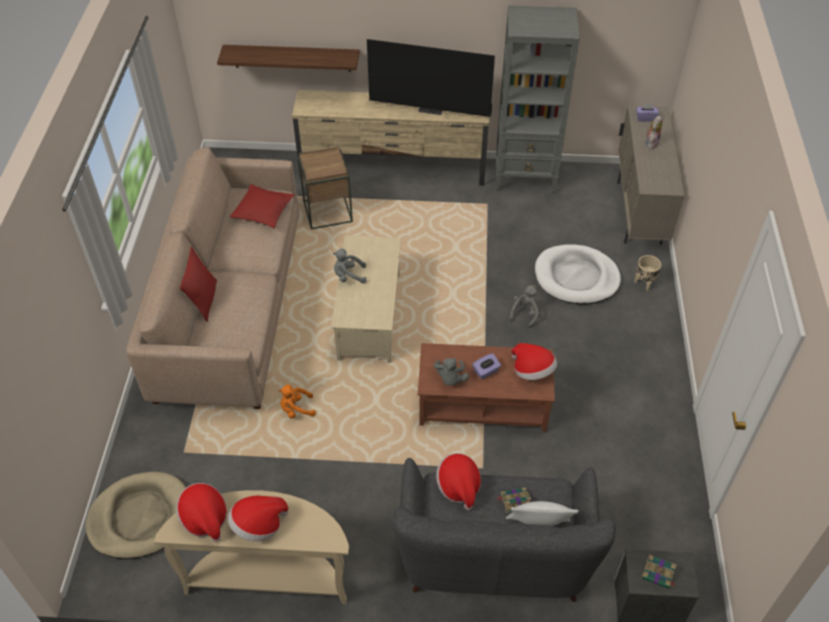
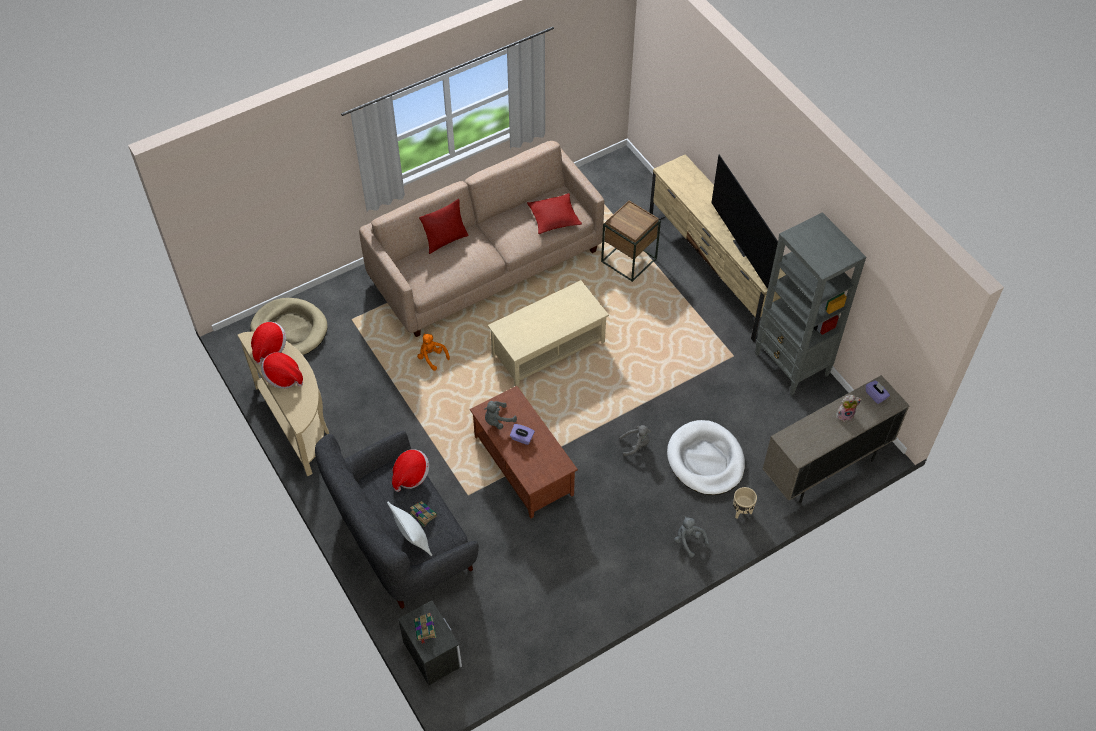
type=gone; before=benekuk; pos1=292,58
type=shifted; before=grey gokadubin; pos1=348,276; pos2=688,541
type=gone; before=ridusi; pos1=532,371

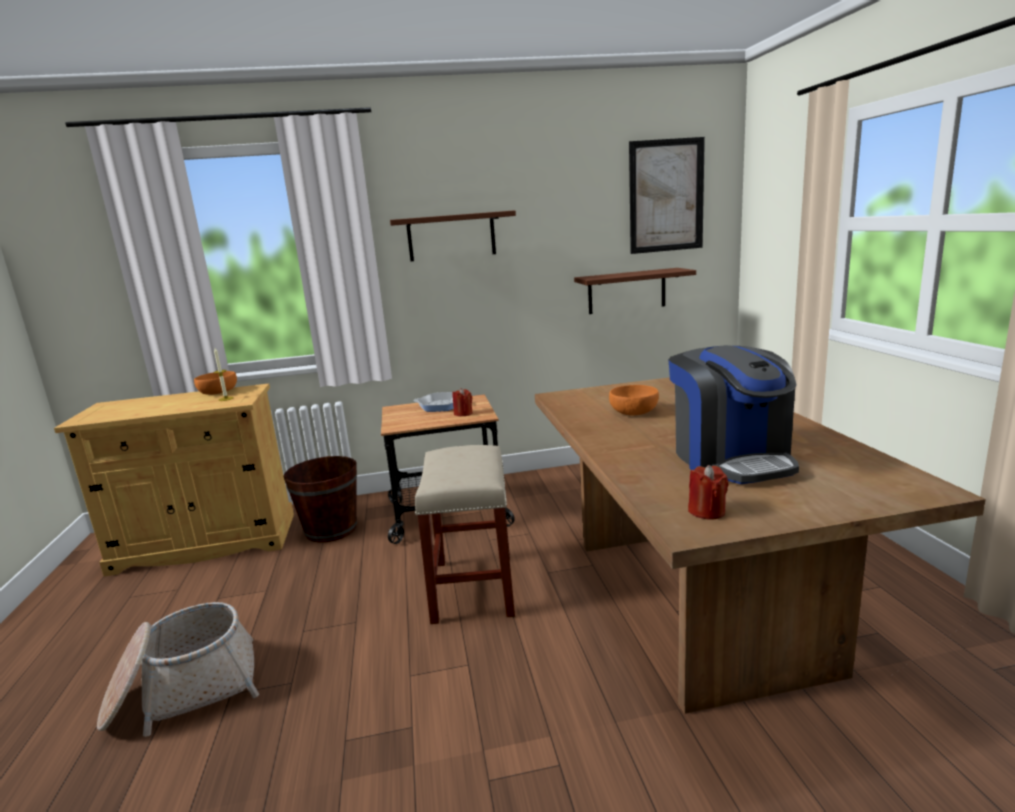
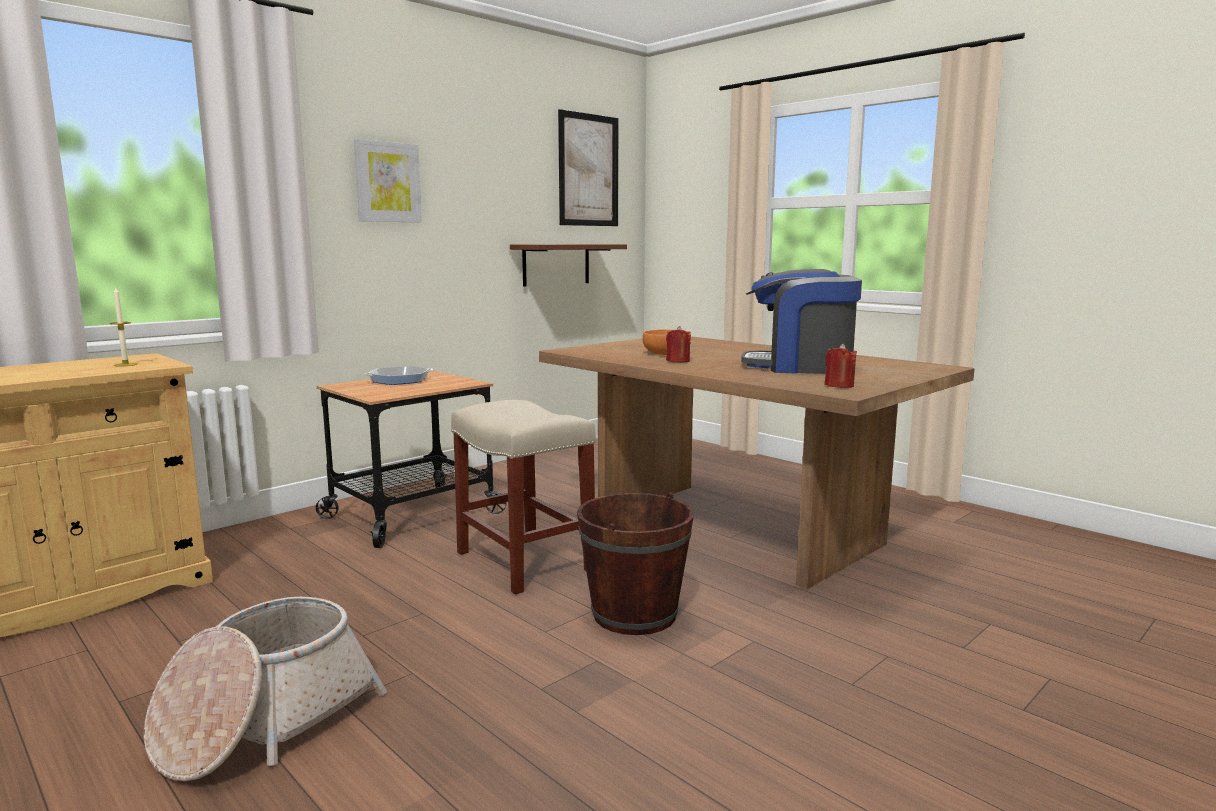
type=gone; before=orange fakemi; pos1=219,392
type=shifted; before=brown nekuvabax; pos1=331,529; pos2=634,614
type=swapped; before=brown benekuk; after=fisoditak; pos1=451,237; pos2=387,182
type=shifted; before=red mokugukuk; pos1=463,413; pos2=677,361
type=rotated; before=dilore; pos1=731,459; pos2=799,367; turn=150

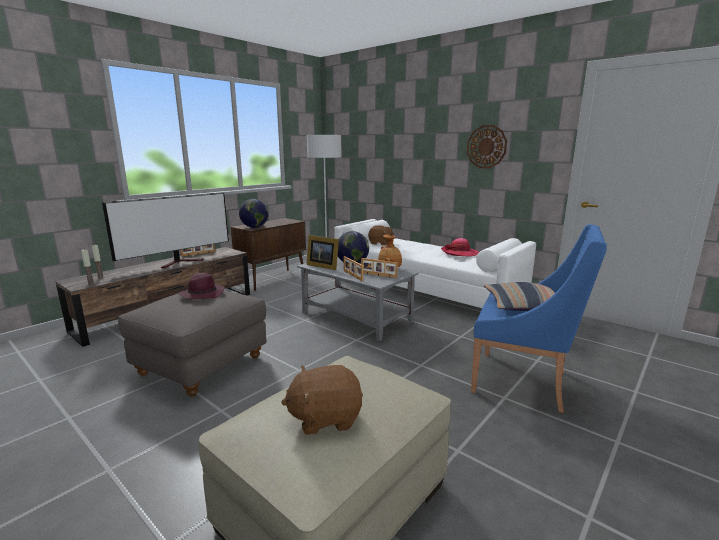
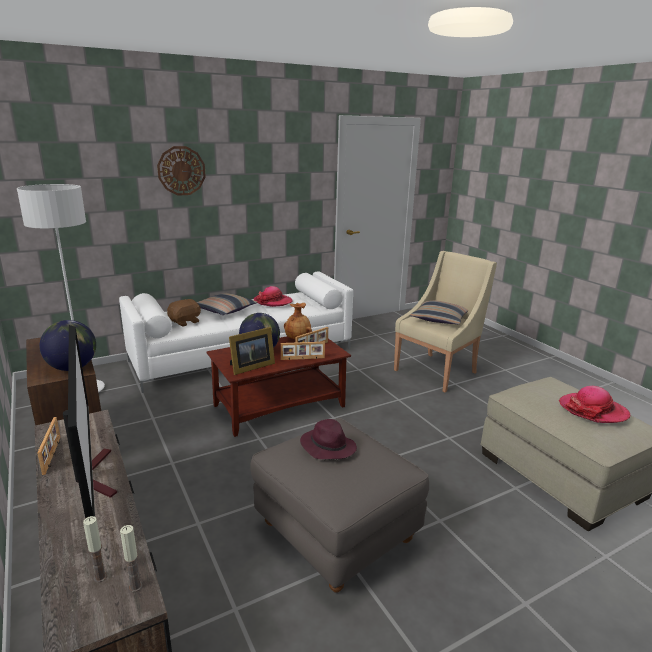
type=swapped; before=brown gokadubin; after=ridusi; pos1=325,418; pos2=593,410
type=repainted; before=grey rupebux; after=brown rupebux; pos1=357,317; pos2=280,405
type=shifted; before=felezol; pos1=486,147; pos2=181,171
type=repainted; before=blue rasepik; after=beige rasepik; pos1=523,381; pos2=437,371
type=new; after=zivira; pos2=225,310

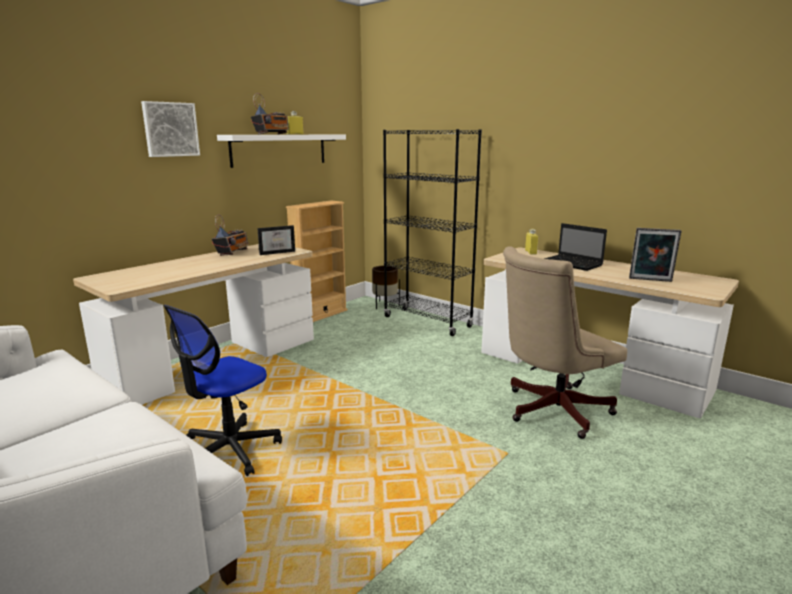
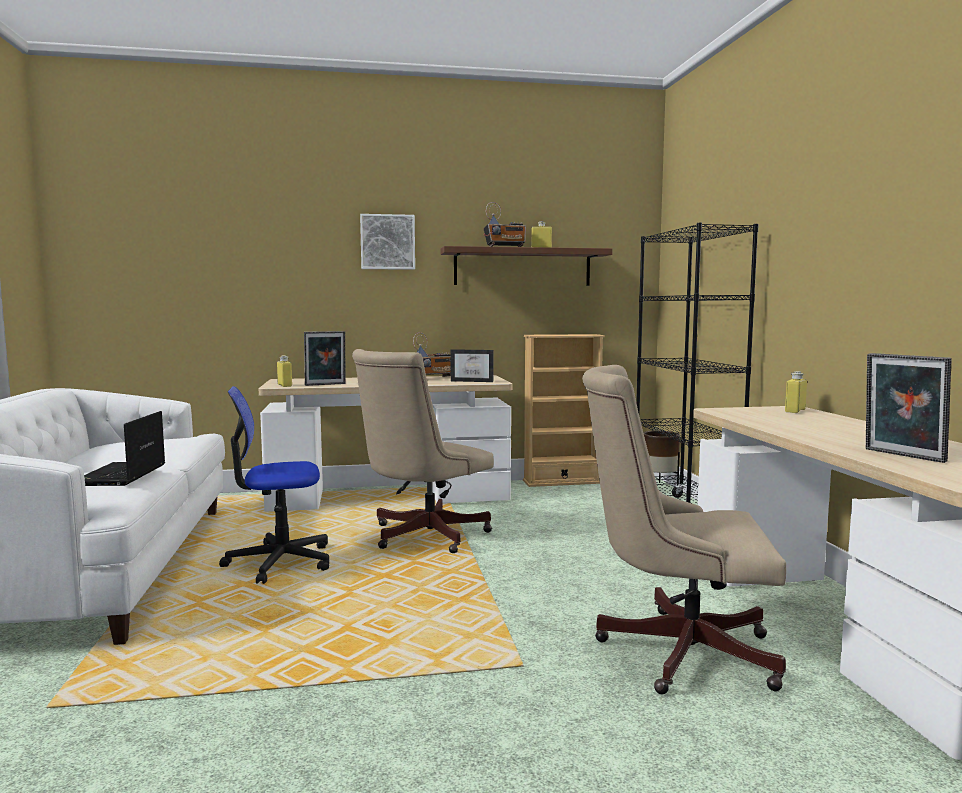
type=repainted; before=white benekuk; after=brown benekuk; pos1=279,150; pos2=522,267
type=shifted; before=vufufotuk; pos1=572,264; pos2=121,476
type=new; after=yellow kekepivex; pos2=284,385
type=new; after=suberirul; pos2=325,384
type=new; after=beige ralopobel; pos2=422,536

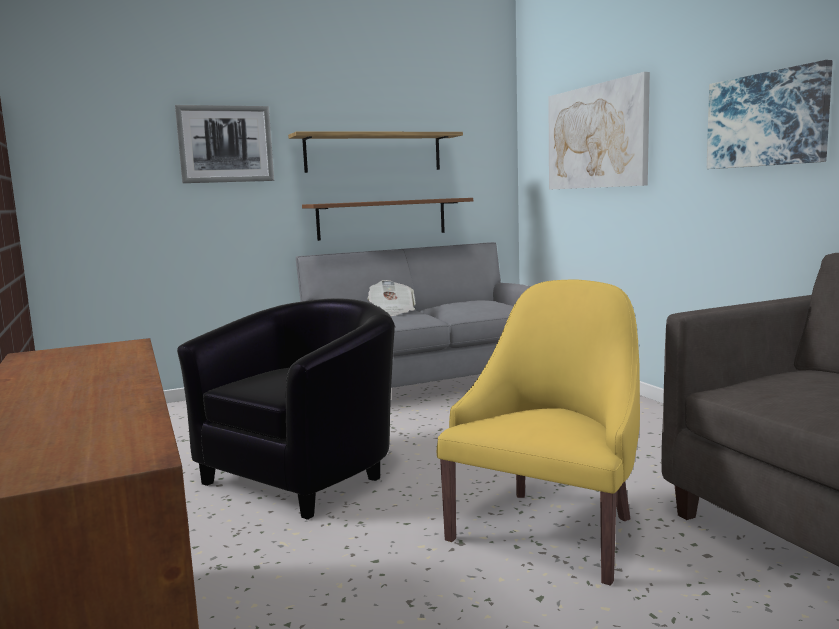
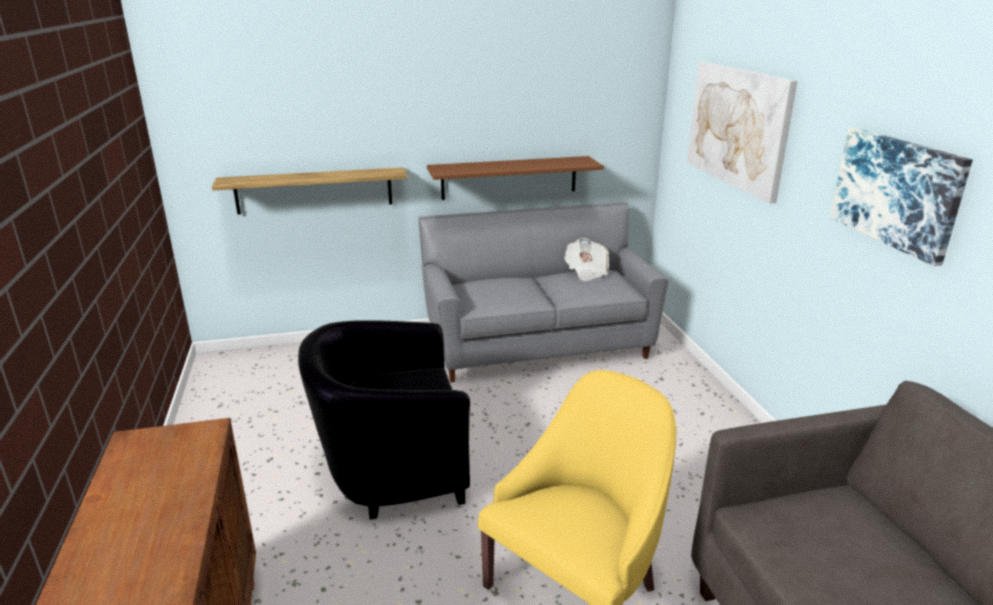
type=gone; before=fisoditak; pos1=225,144
type=rotated; before=black rasepik; pos1=305,474; pos2=391,471; turn=-150
type=shifted; before=benekuk; pos1=373,152; pos2=314,190
type=shifted; before=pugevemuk; pos1=392,311; pos2=586,271

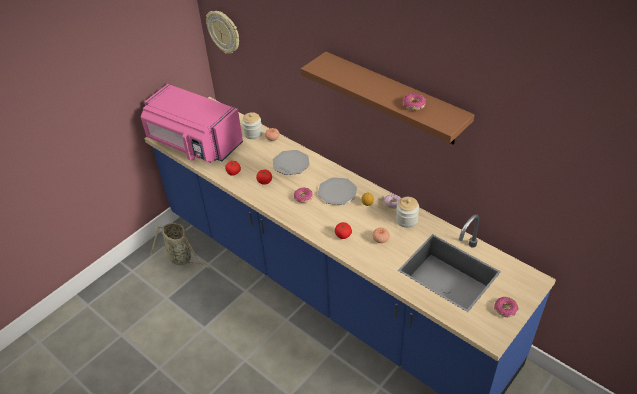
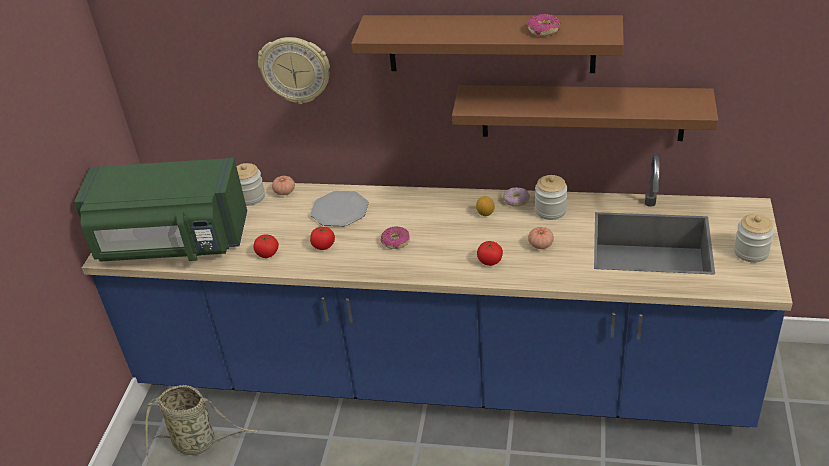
type=repainted; before=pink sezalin; after=green sezalin; pos1=194,144; pos2=171,243
type=shifted; before=felezol; pos1=224,32; pos2=295,69
type=gone; before=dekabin; pos1=337,192
type=swapped; before=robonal; after=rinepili; pos1=505,309; pos2=751,252
type=new; after=brown benekuk; pos2=582,112

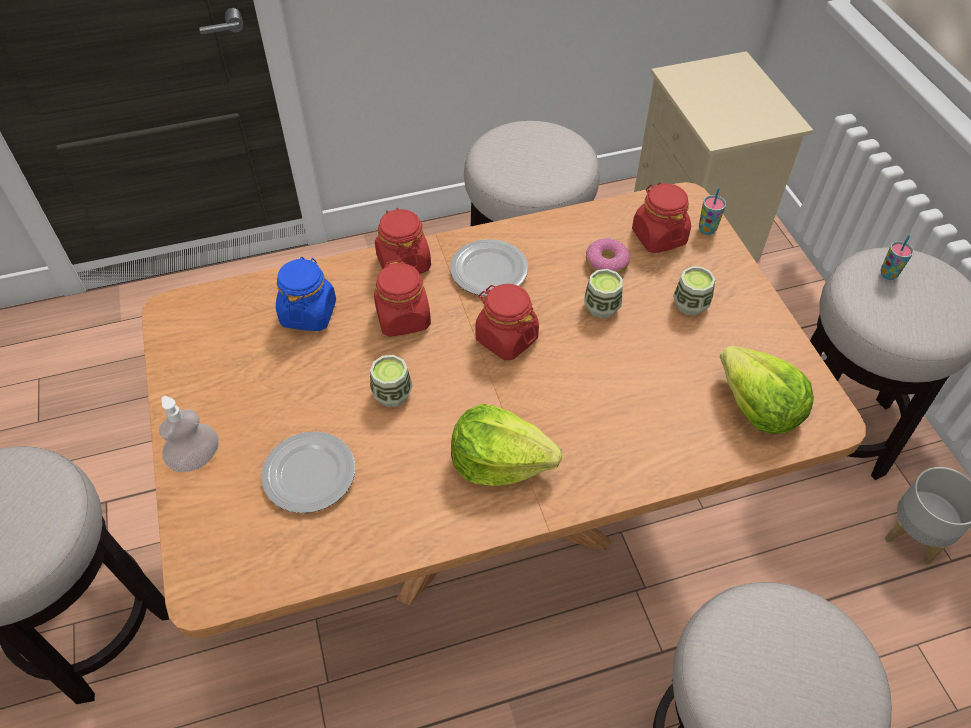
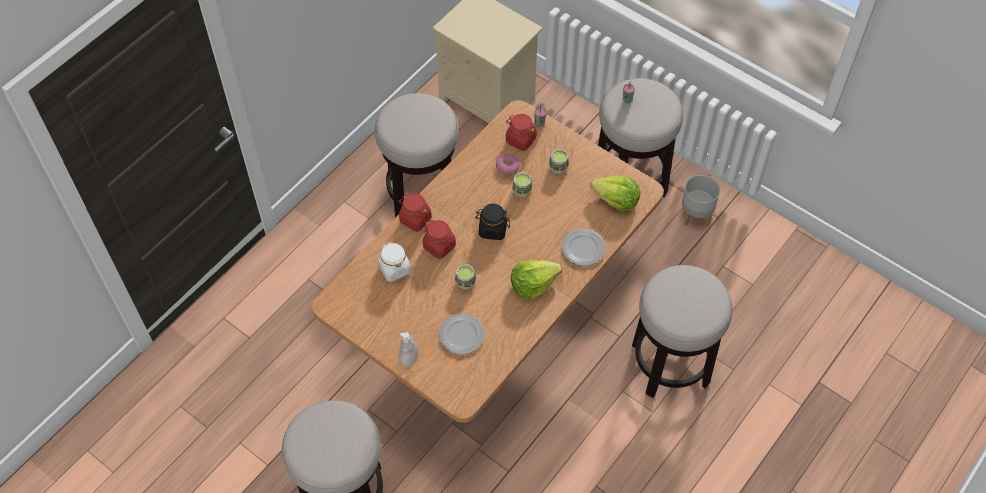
type=repainted; before=blue rinepili; after=white rinepili; pos1=308,313; pos2=394,269
type=shifted; before=dekabin; pos1=489,270; pos2=583,248
type=repainted; before=red rinepili; after=black rinepili; pos1=506,338; pos2=492,229

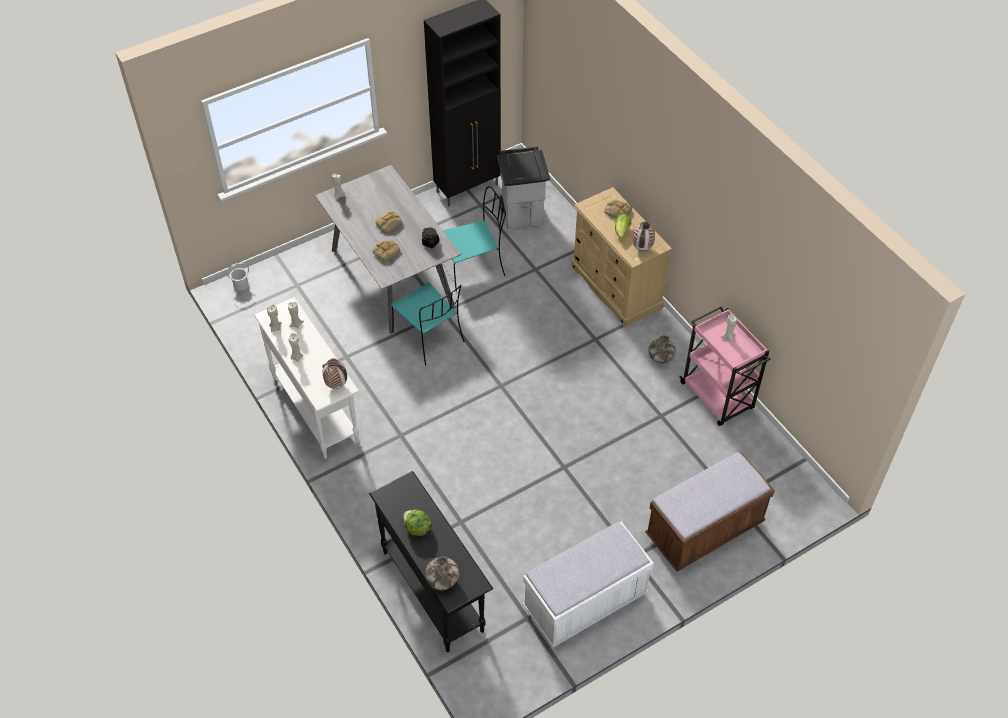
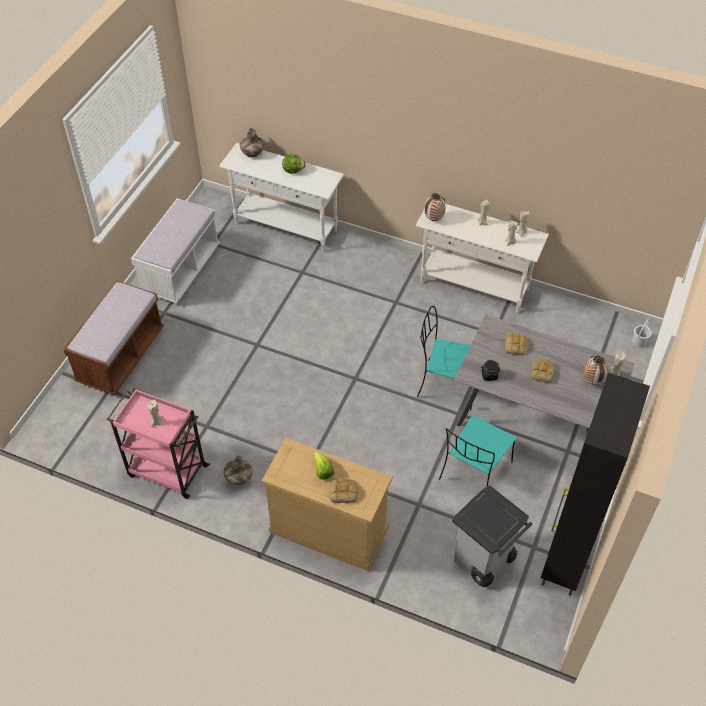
type=repainted; before=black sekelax; after=white sekelax; pos1=433,590; pos2=286,227
type=shifted; before=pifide; pos1=642,249; pos2=591,381

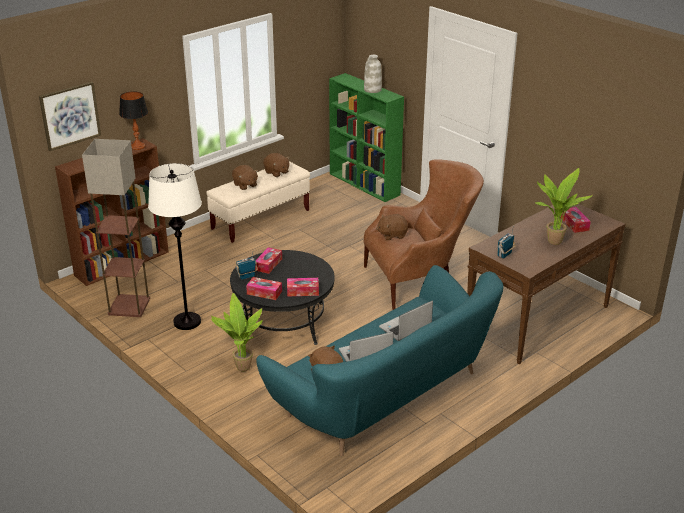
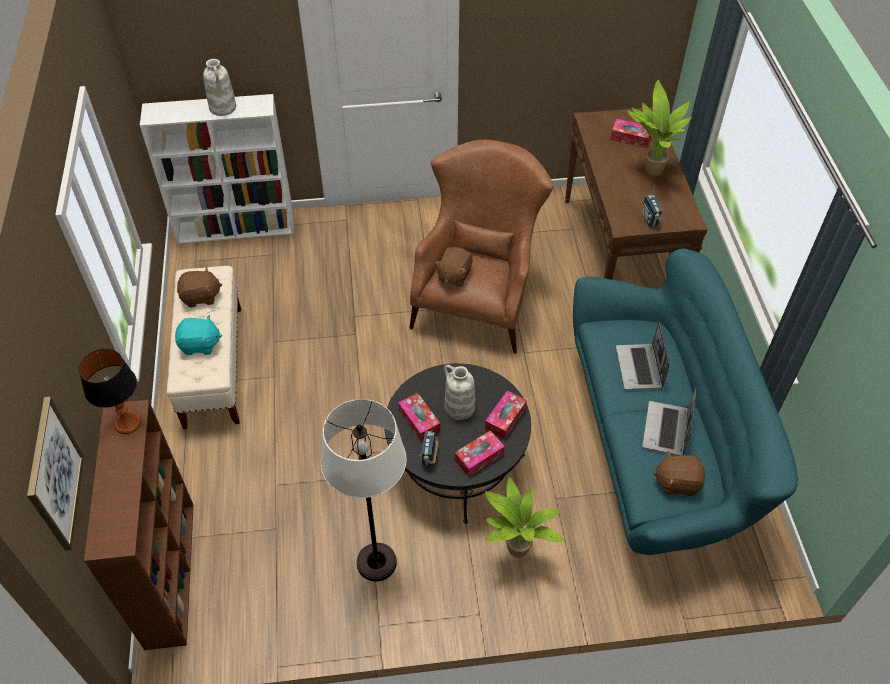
type=gone; before=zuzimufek; pos1=128,306
type=repainted; before=brown gokadubin; after=turquoise gokadubin; pos1=245,185; pos2=200,345
type=repainted; before=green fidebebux; after=white fidebebux; pos1=365,184; pos2=237,227
type=new; after=white pifide; pos2=459,407

